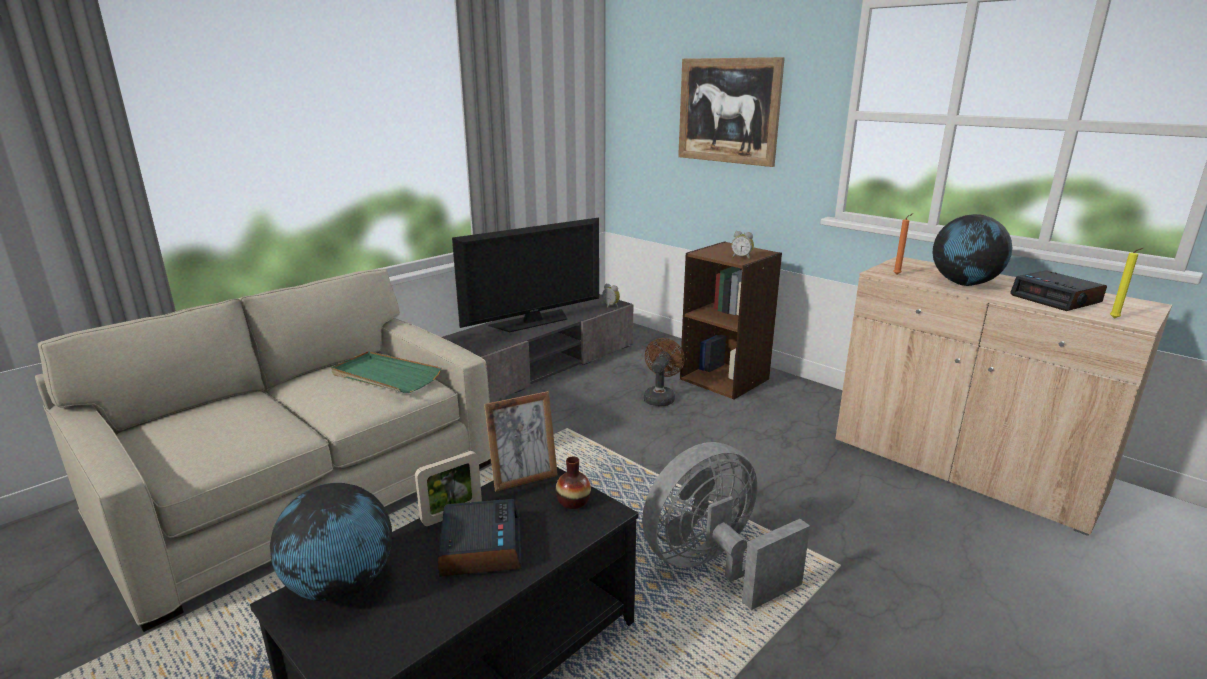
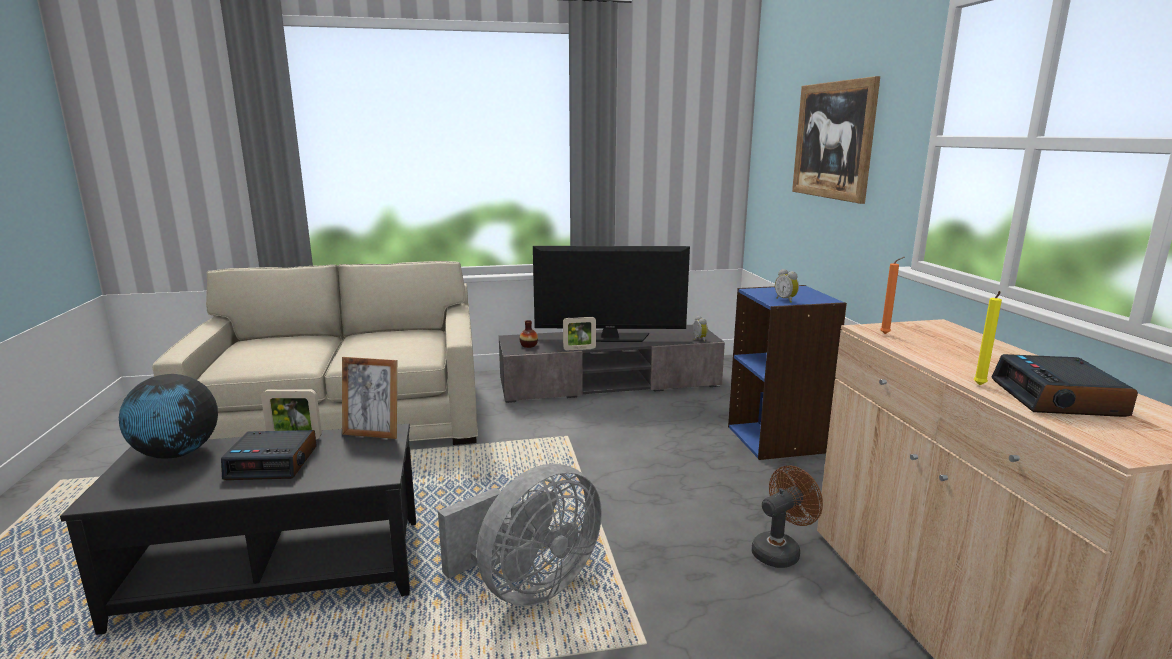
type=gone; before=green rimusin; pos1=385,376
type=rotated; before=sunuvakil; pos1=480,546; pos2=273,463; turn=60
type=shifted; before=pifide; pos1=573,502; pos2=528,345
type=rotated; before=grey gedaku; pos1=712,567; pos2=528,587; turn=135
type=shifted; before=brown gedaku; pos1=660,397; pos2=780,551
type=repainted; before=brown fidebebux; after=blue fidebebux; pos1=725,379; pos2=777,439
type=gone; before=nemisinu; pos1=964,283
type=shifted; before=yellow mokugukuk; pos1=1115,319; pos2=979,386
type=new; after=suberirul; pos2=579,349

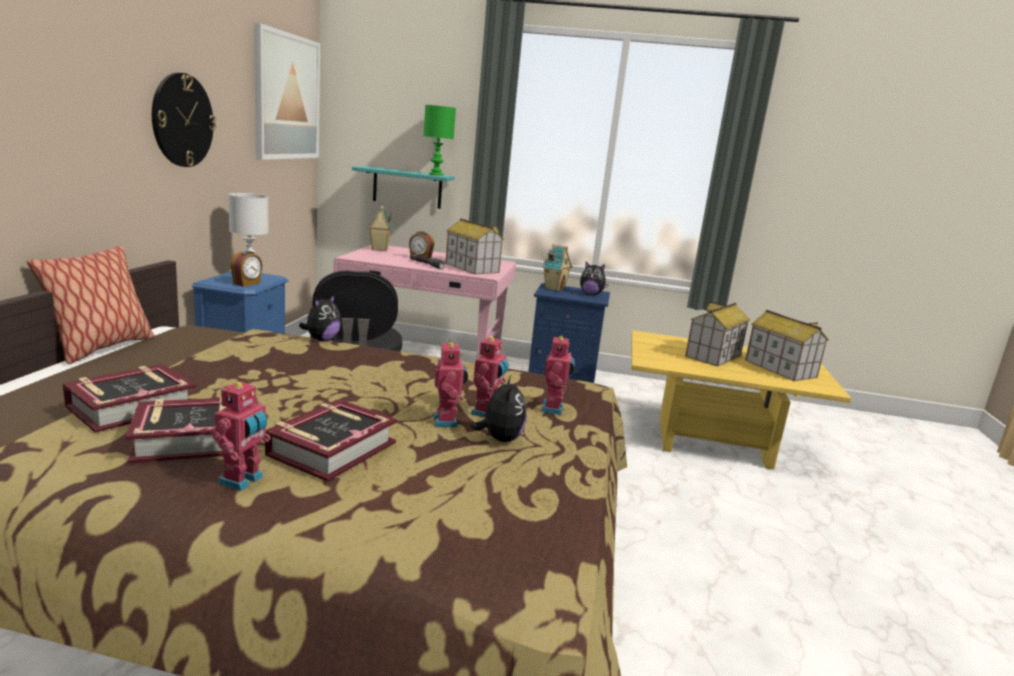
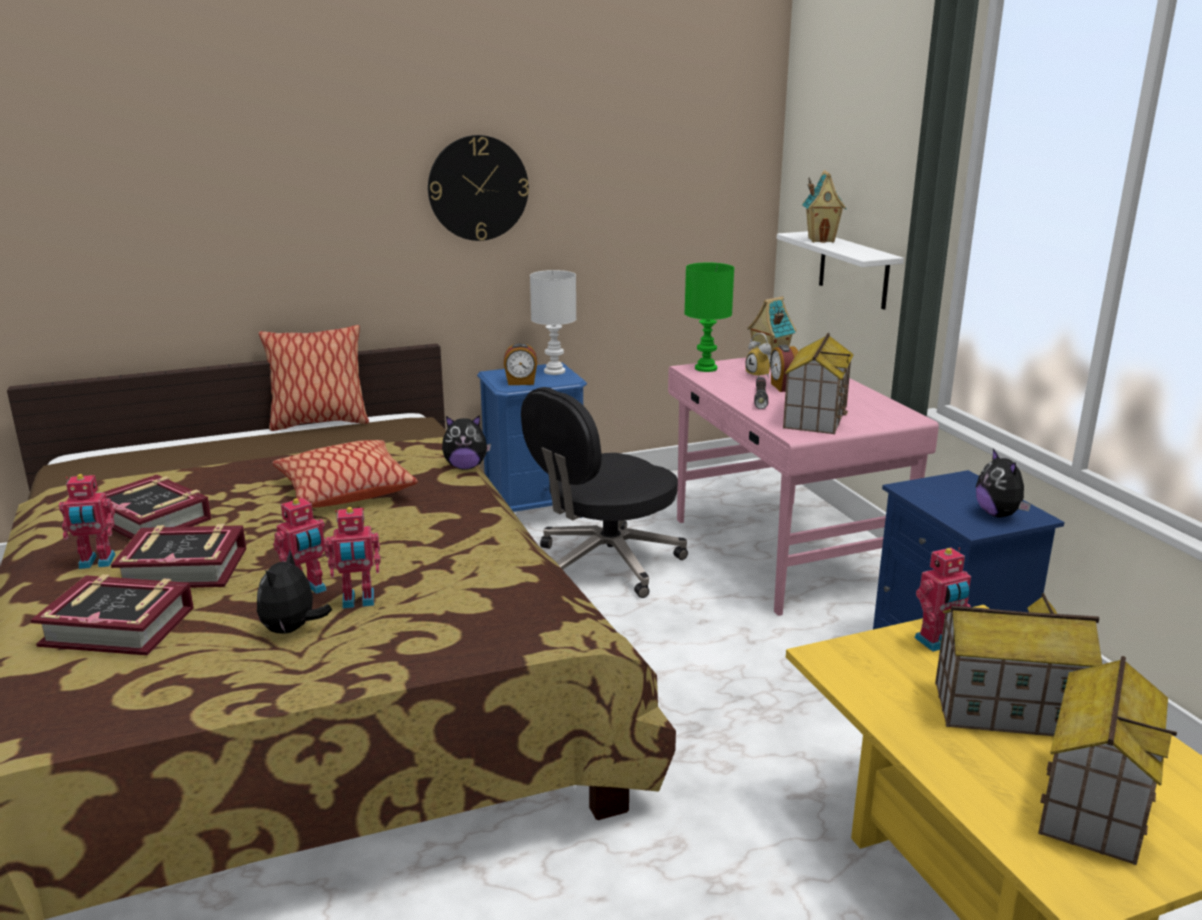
type=shifted; before=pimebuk; pos1=132,407; pos2=119,626
type=gone; before=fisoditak; pos1=287,97
type=repainted; before=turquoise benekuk; after=white benekuk; pos1=407,187; pos2=853,270
type=shifted; before=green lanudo; pos1=436,174; pos2=706,368
type=rotated; before=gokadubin; pos1=500,439; pos2=292,630; turn=135
type=shifted; before=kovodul; pos1=554,409; pos2=937,642
type=shifted; before=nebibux; pos1=554,288; pos2=821,240
type=new; after=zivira; pos2=345,490
type=new; after=sunuvakil; pos2=761,375

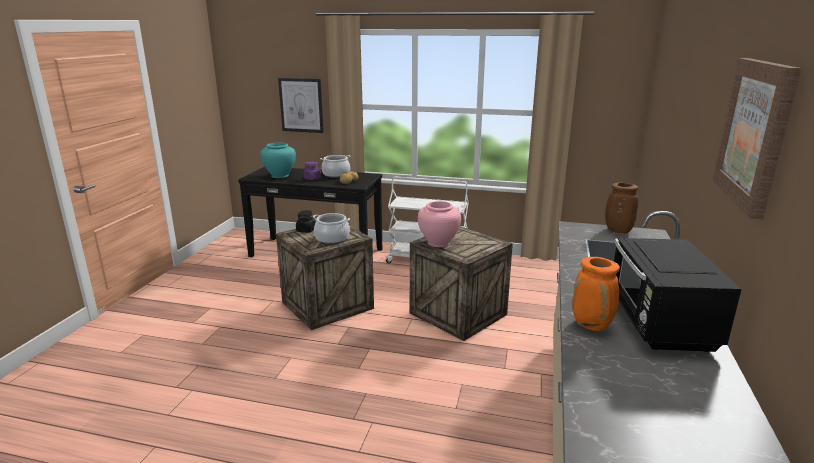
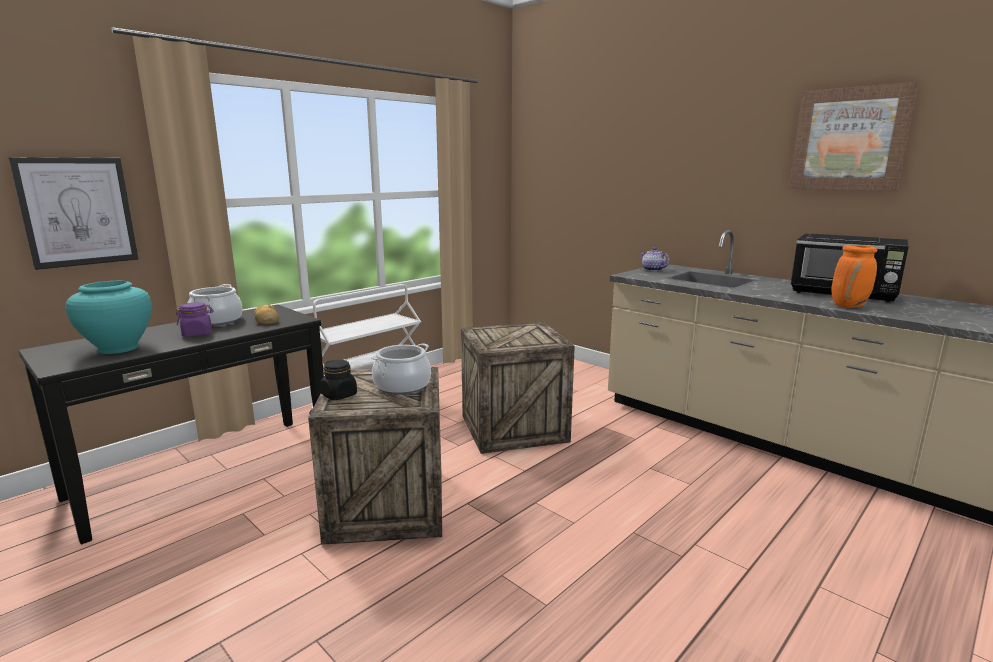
type=gone; before=pink pifide; pos1=438,243
type=swapped; before=brown pifide; after=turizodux; pos1=617,231; pos2=652,270

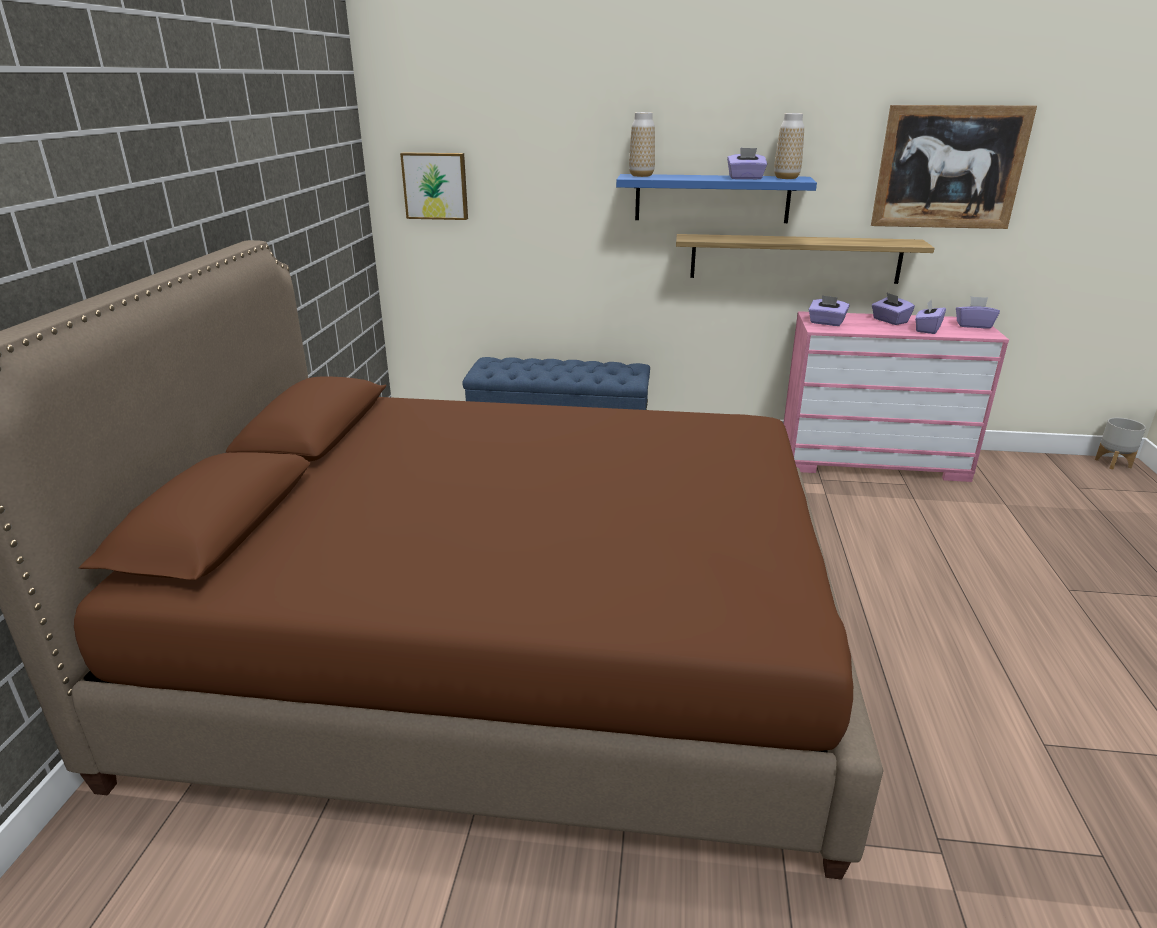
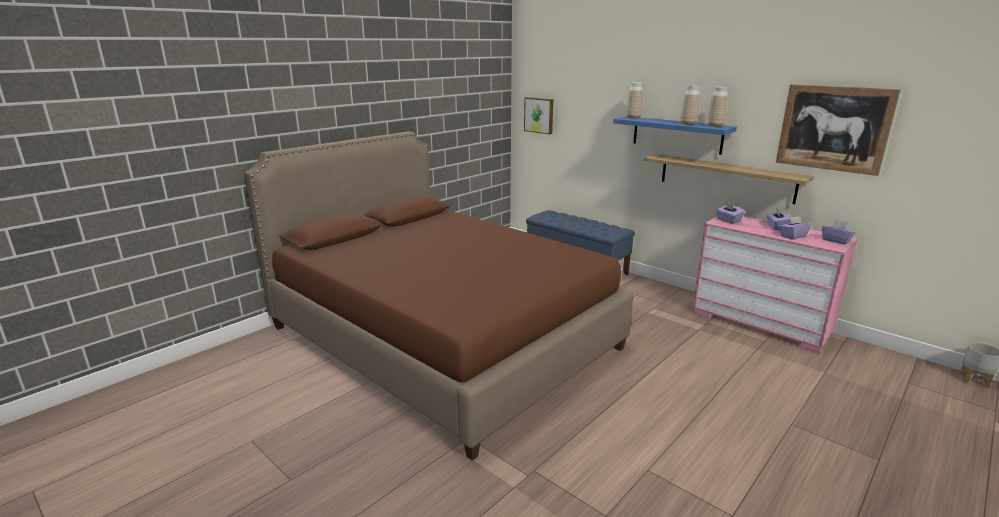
type=swapped; before=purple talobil; after=pifide; pos1=745,178; pos2=688,124

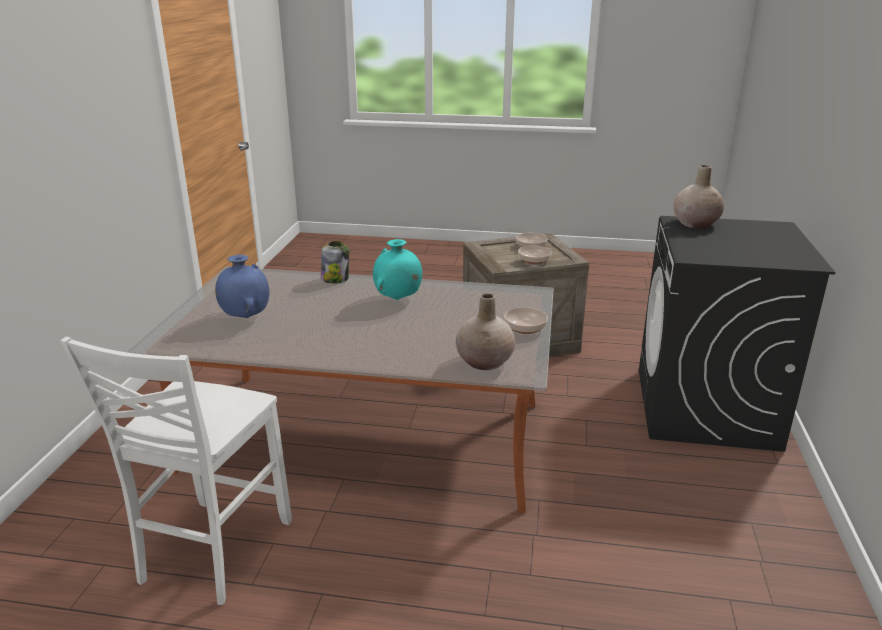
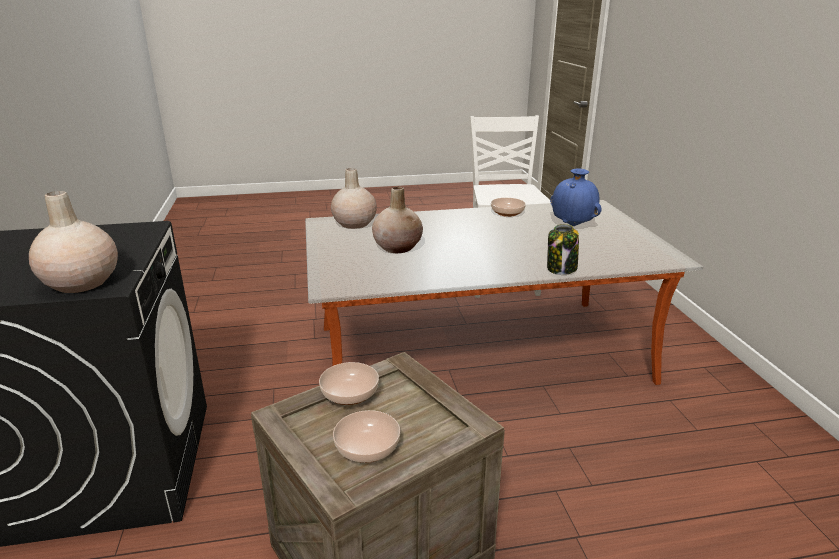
type=gone; before=turquoise pifide; pos1=398,299
type=shifted; before=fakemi; pos1=525,328; pos2=507,213
type=new; after=beige pifide; pos2=398,247

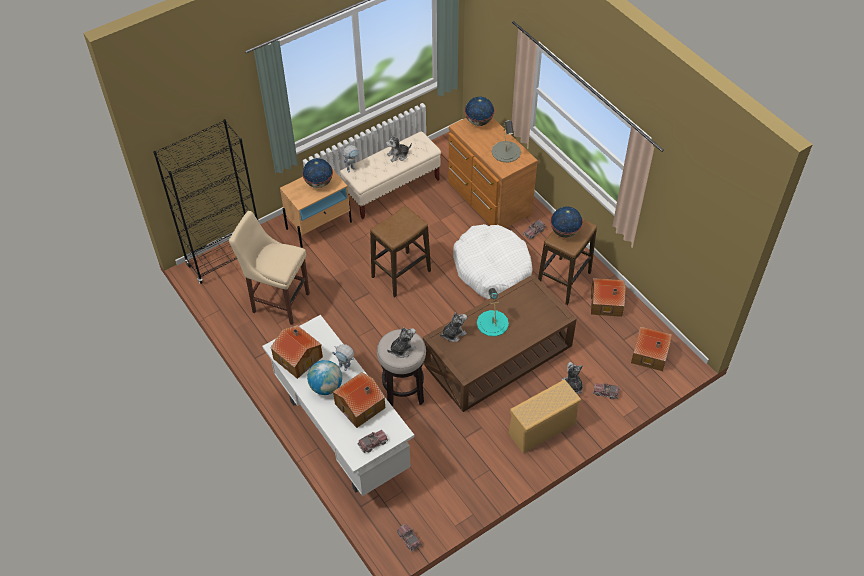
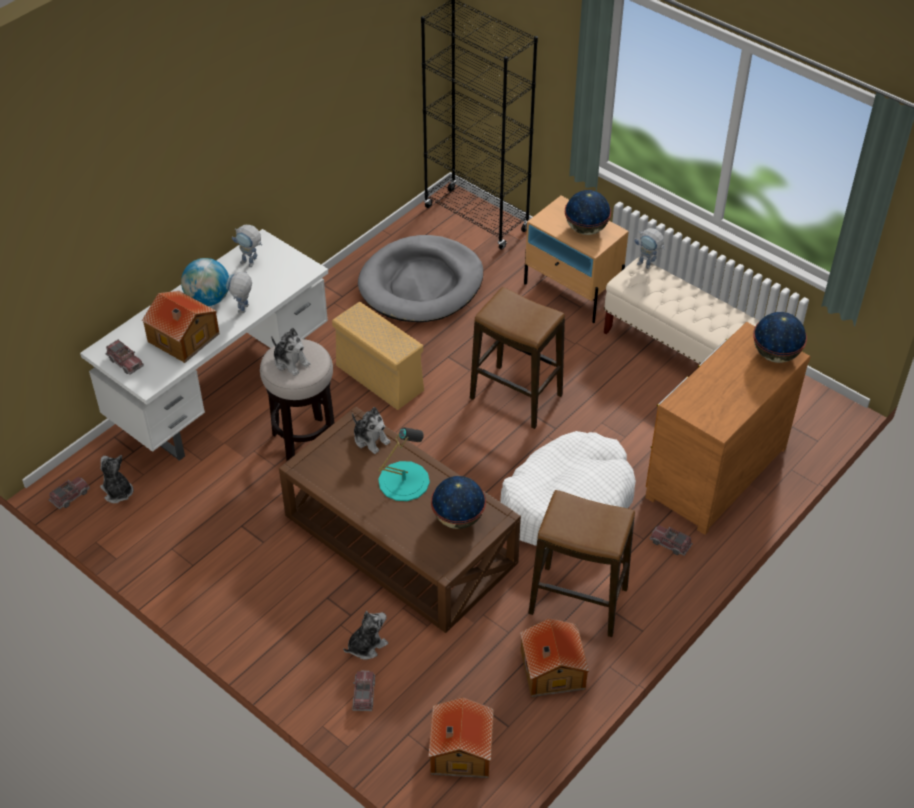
type=swapped; before=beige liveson; after=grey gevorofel; pos1=278,301; pos2=421,284
type=swapped; before=nebibux; after=kovodul; pos1=298,357; pos2=251,264
type=shifted; before=gokadubin; pos1=398,155; pos2=117,492
type=gone; before=grey lanudo; pos1=506,152
type=shifted; before=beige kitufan; pos1=543,427; pos2=381,378
type=shifted; before=nemisinu; pos1=565,232; pos2=458,519

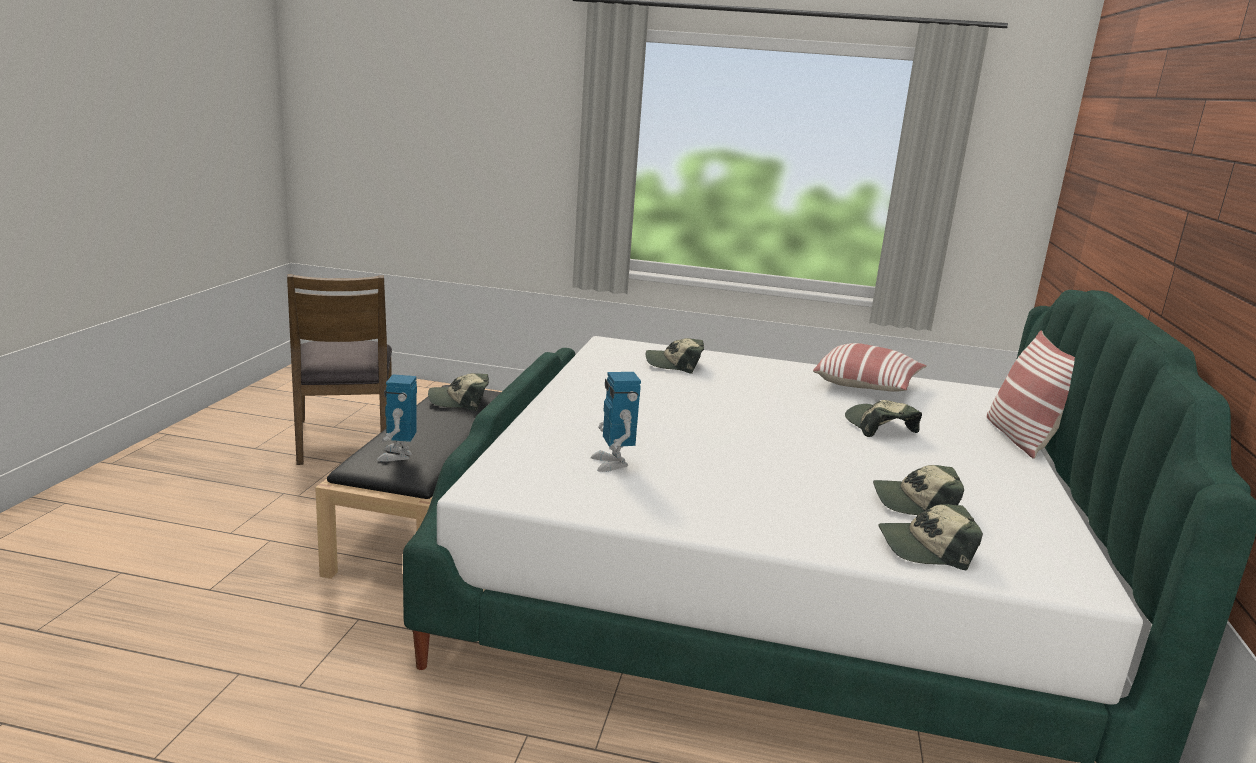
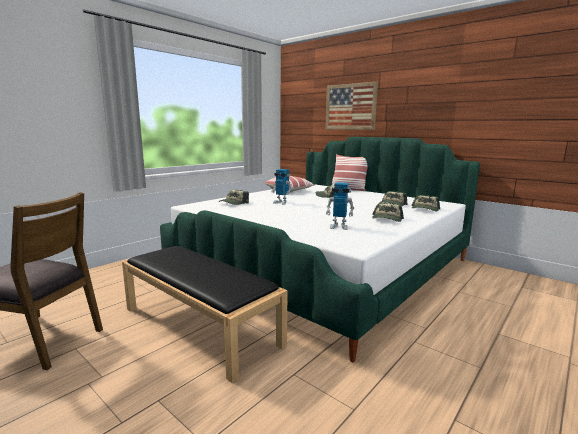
type=shifted; before=kovodul; pos1=398,455; pos2=281,202
type=shifted; before=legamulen; pos1=459,401; pos2=387,219
type=new; after=fisoditak; pos2=350,107

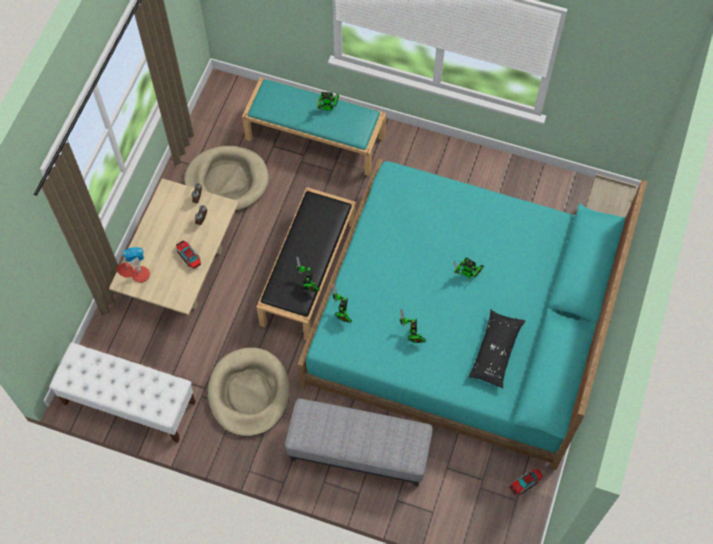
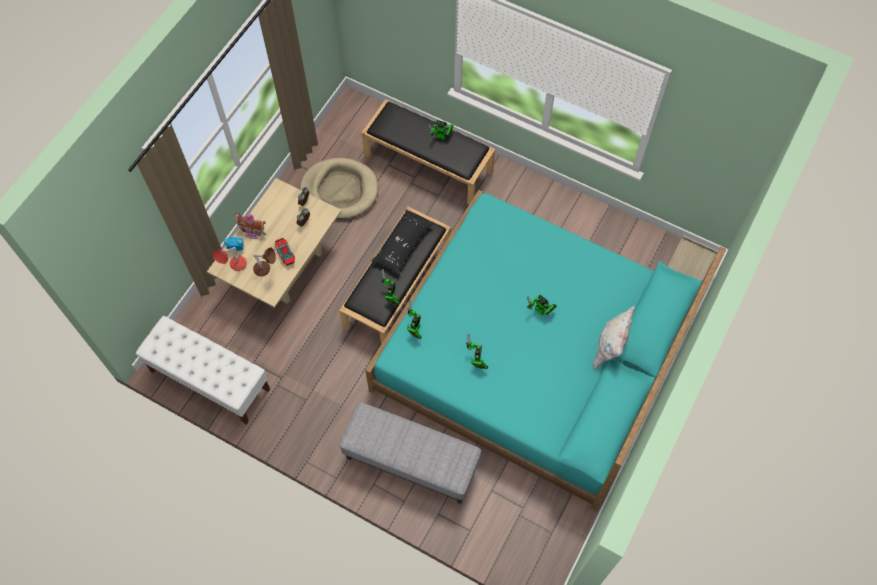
type=gone; before=beige gevorofel; pos1=249,393
type=repainted; before=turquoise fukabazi; after=black fukabazi; pos1=316,137; pos2=429,163
type=shifted; before=black zivira; pos1=495,352; pos2=403,245
type=gone; before=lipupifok; pos1=524,483
type=new; after=nebibux; pos2=252,232
type=new; after=brown lanudo; pos2=266,270
type=new; after=white zivira; pos2=609,348

